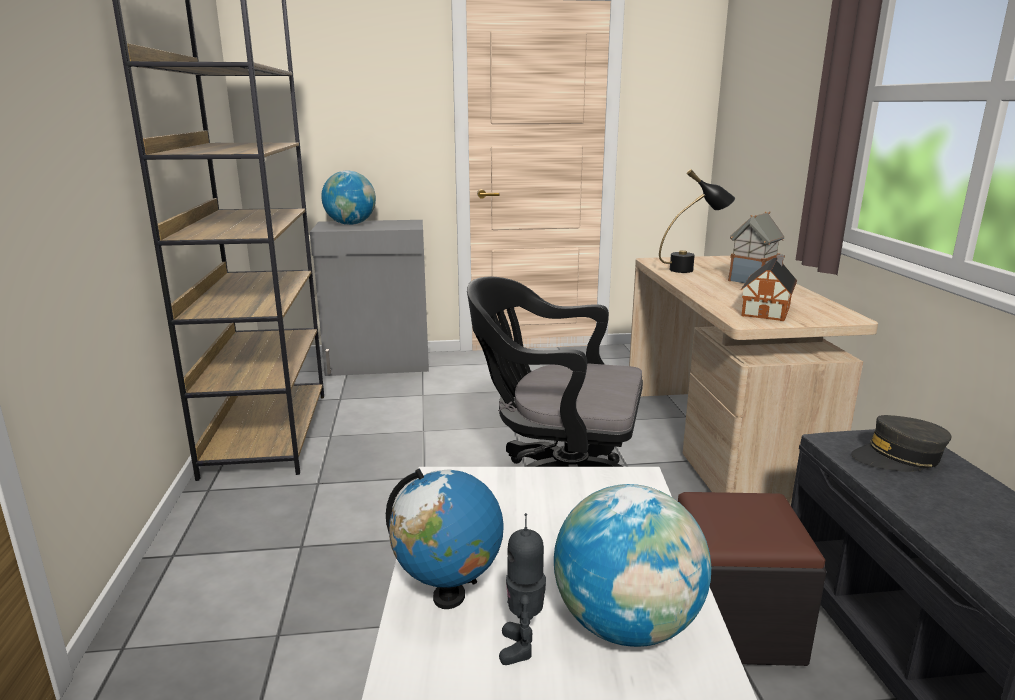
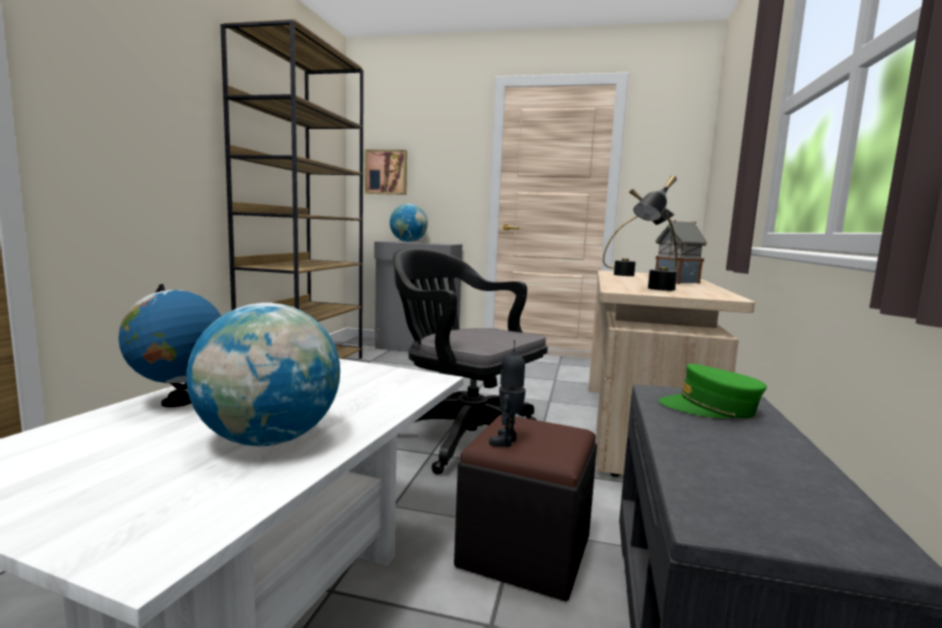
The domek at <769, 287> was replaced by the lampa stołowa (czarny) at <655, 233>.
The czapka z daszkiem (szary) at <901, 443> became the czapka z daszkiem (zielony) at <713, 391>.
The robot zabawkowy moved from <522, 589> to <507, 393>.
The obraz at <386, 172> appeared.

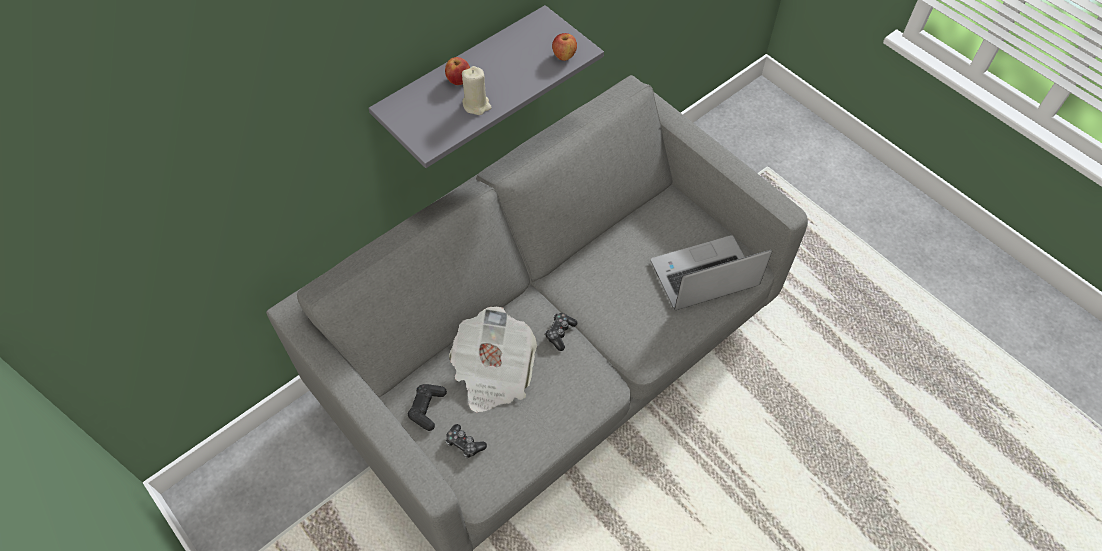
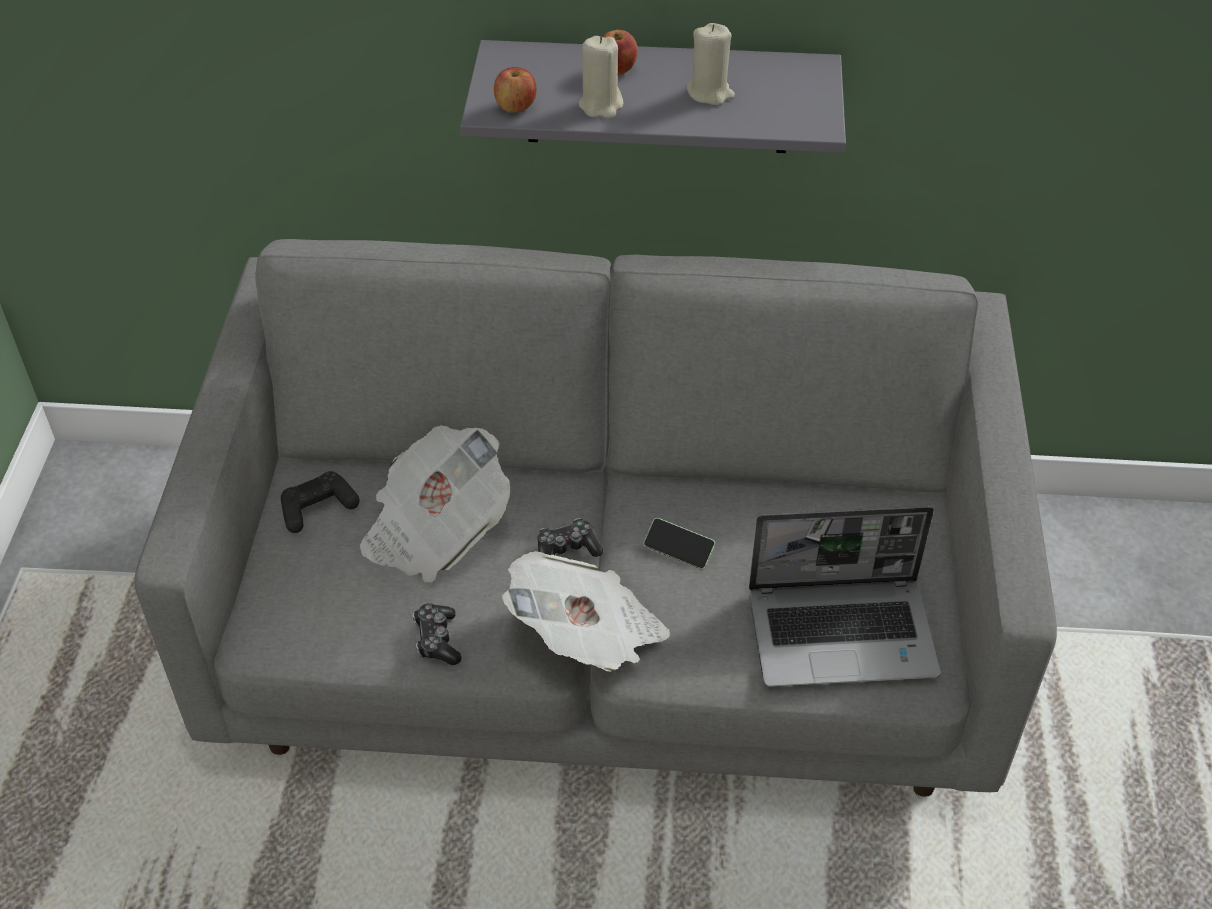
The jabłko moved from <564, 47> to <515, 90>.
The laptop at <711, 272> turned 150 degrees clockwise.
The pad do gier moved from <466, 441> to <436, 634>.
The świeca (beżowy) at <710, 64> appeared.
The telefon at <679, 544> appeared.
The gazeta at <585, 611> appeared.

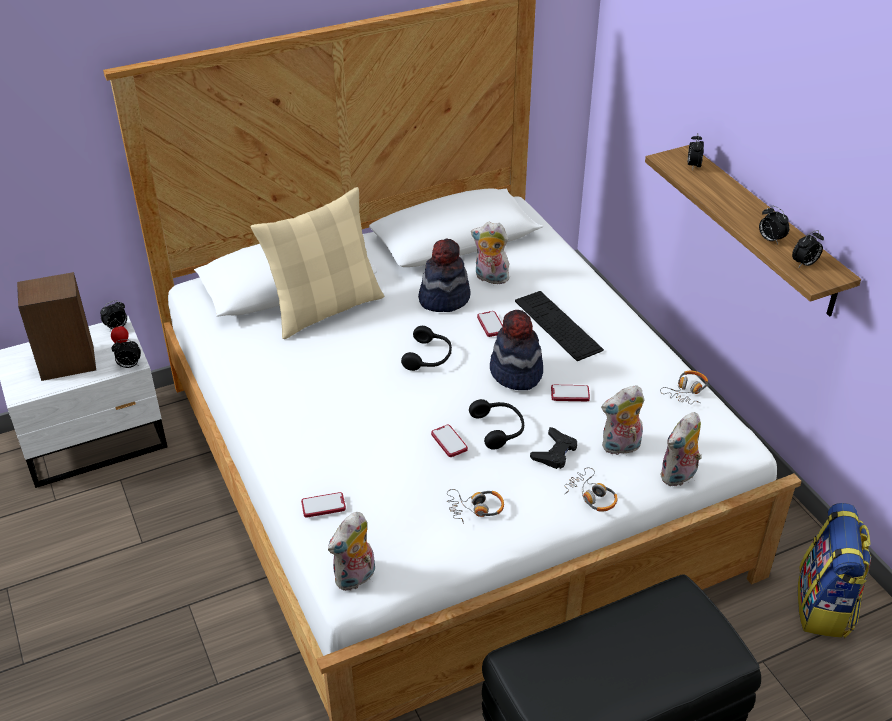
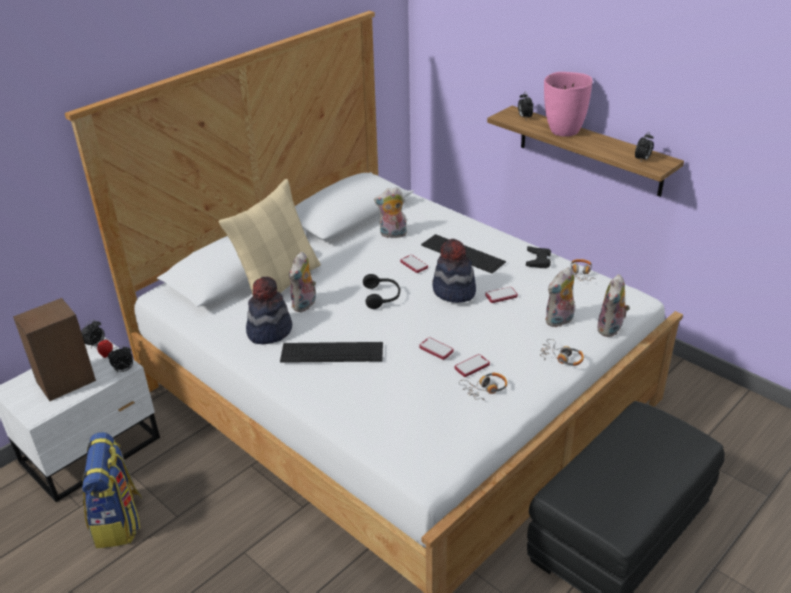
The budzik at <774, 225> disappeared.
The kapelusz moved from <444, 275> to <269, 310>.
The słuchawki (czarny) at <496, 424> disappeared.
The pad do gier (czarny) moved from <553, 448> to <538, 257>.
The telefon moved from <323, 505> to <472, 365>.
The plecak moved from <835, 570> to <112, 490>.
The pluszak moved from <351, 551> to <302, 282>.
The wazon (różowy) at <568, 104> appeared.
The klawiatura at <331, 352> appeared.

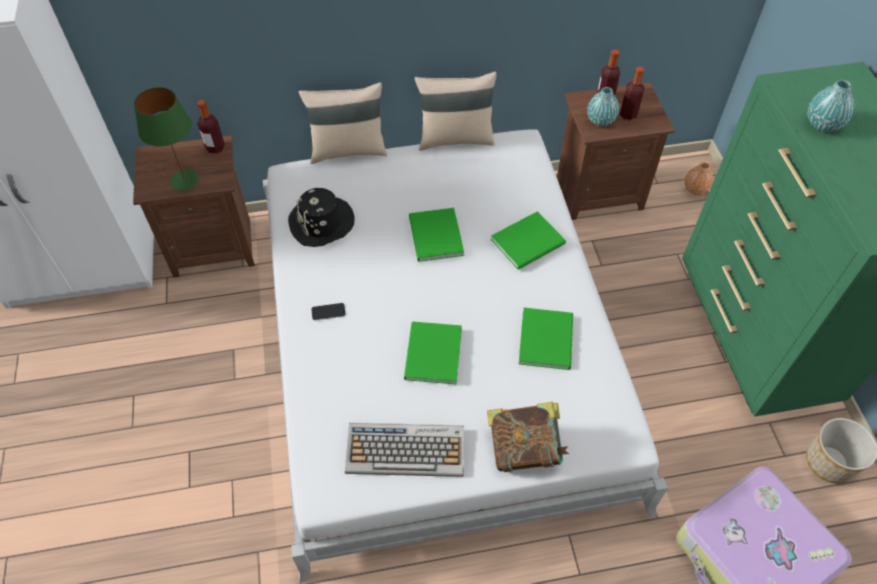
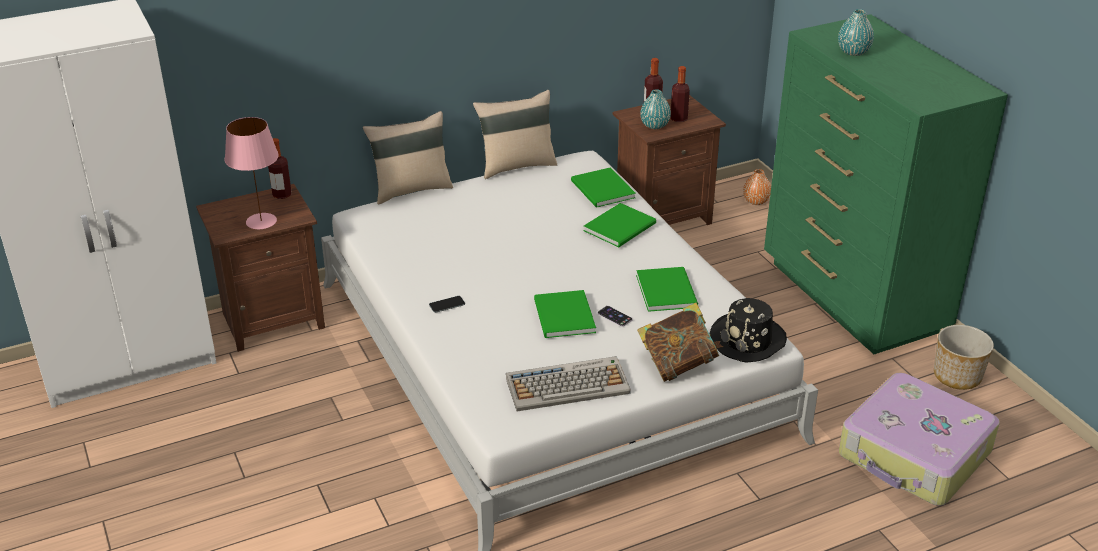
The lampa stołowa (zielony) at <167, 139> became the lampa stołowa (różowy) at <251, 173>.
The kapelusz (czarny) moved from <321, 217> to <748, 330>.
The książka (zielony) moved from <436, 235> to <603, 188>.
The telefon at <615, 316> appeared.

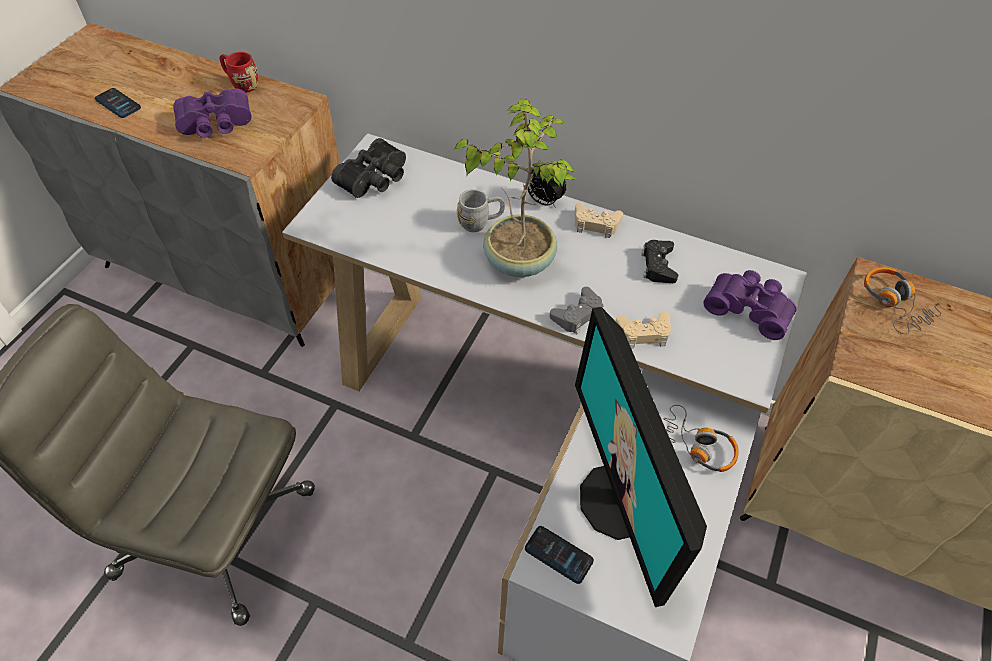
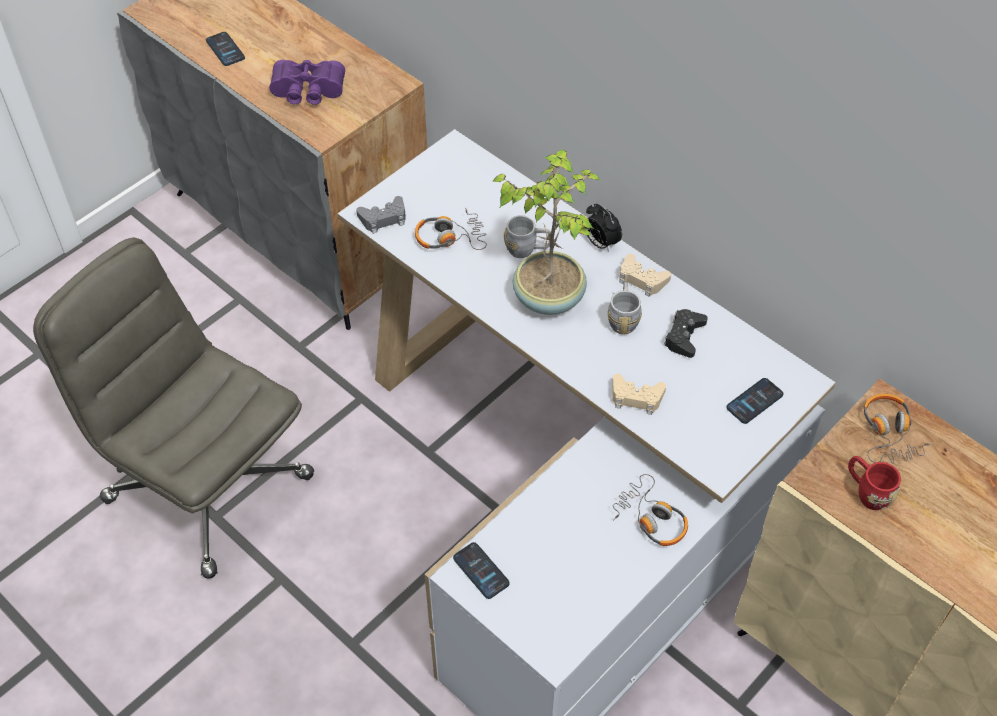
The kubek (czerwony) moved from <239, 72> to <874, 483>.
The lornetka (czarny) at <368, 168> disappeared.
The lornetka (fioletowy) at <750, 305> was replaced by the telefon at <755, 401>.
The pad do gier (szary) moved from <577, 311> to <381, 215>.
The monitor at <641, 457> disappeared.
The słuchawki at <451, 229> appeared.
The kubek (szary) at <625, 308> appeared.

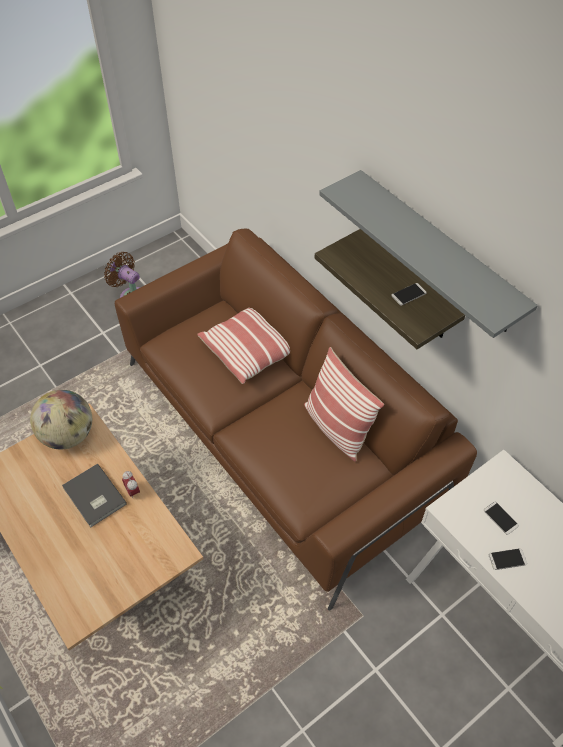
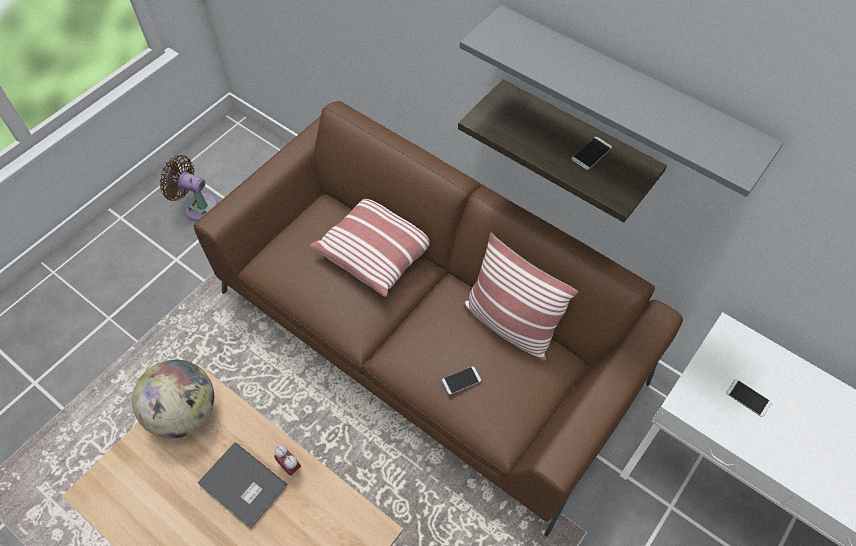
The telefon moved from <508, 559> to <461, 380>.

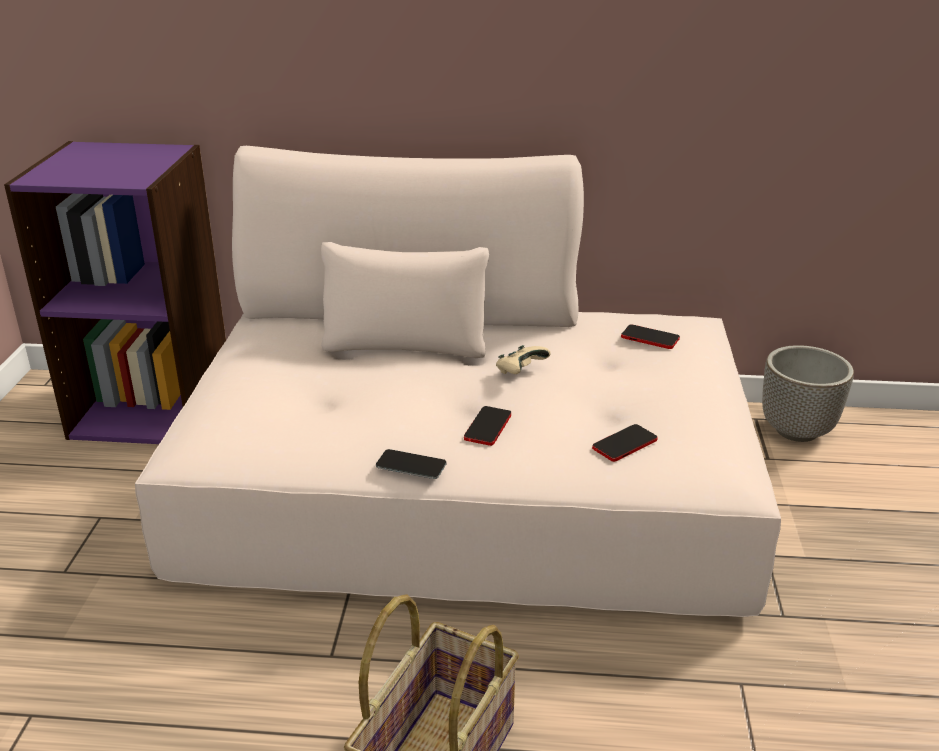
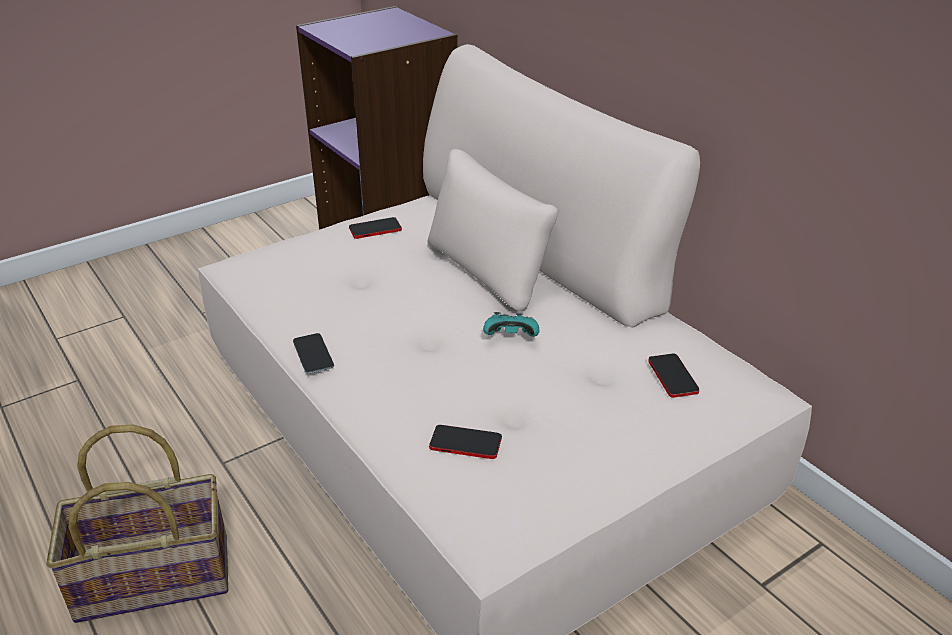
The pad do gier (beżowy) at <523, 359> became the pad do gier (turkusowy) at <511, 324>.
The donica at <808, 393> disappeared.
The telefon moved from <487, 426> to <375, 228>.

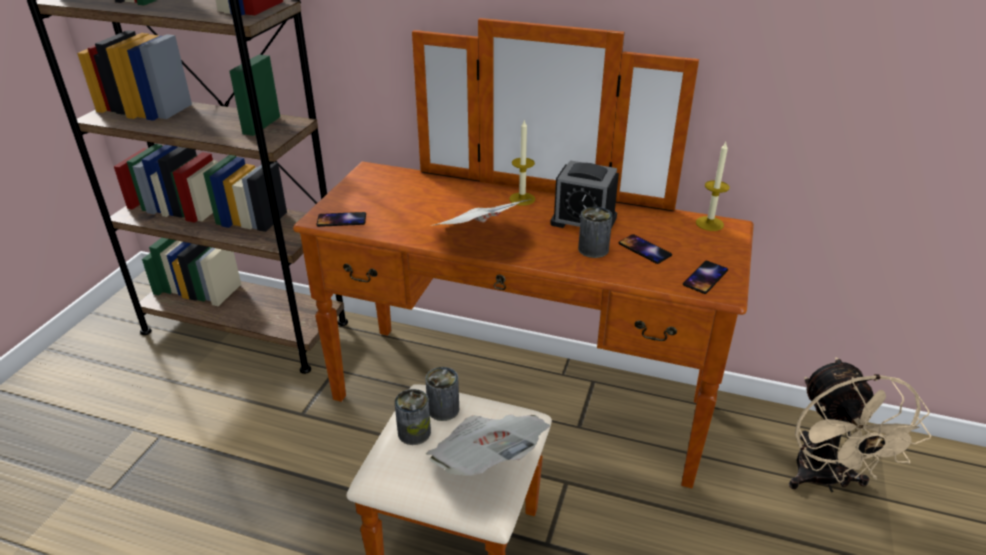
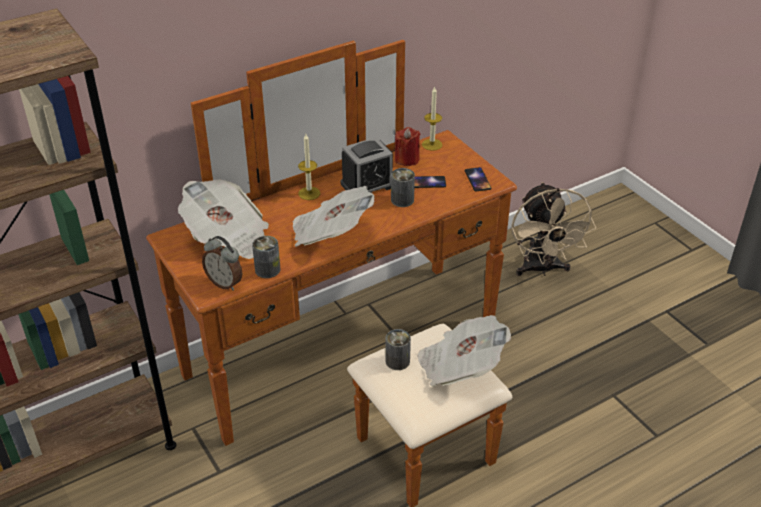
The telefon at <341, 219> was replaced by the budzik at <222, 263>.
The wentylator (beżowy) at <860, 424> turned 45 degrees clockwise.
The puszka moved from <413, 417> to <266, 257>.
The świeca (czerwony) at <407, 146> appeared.
The gazeta at <223, 219> appeared.

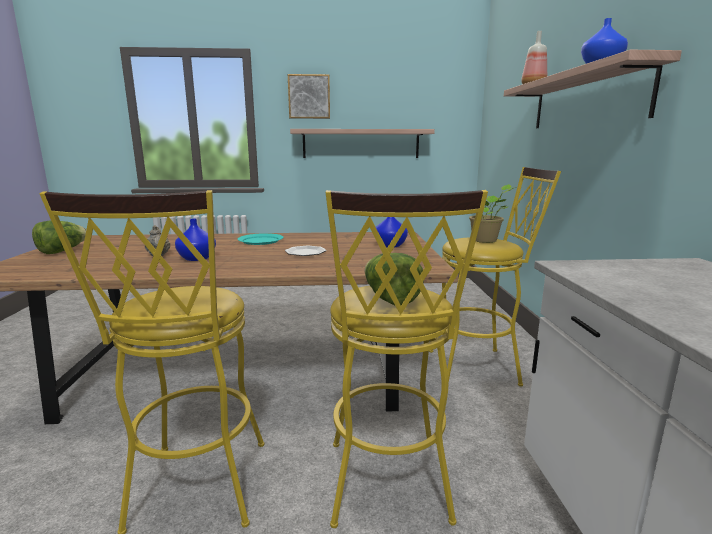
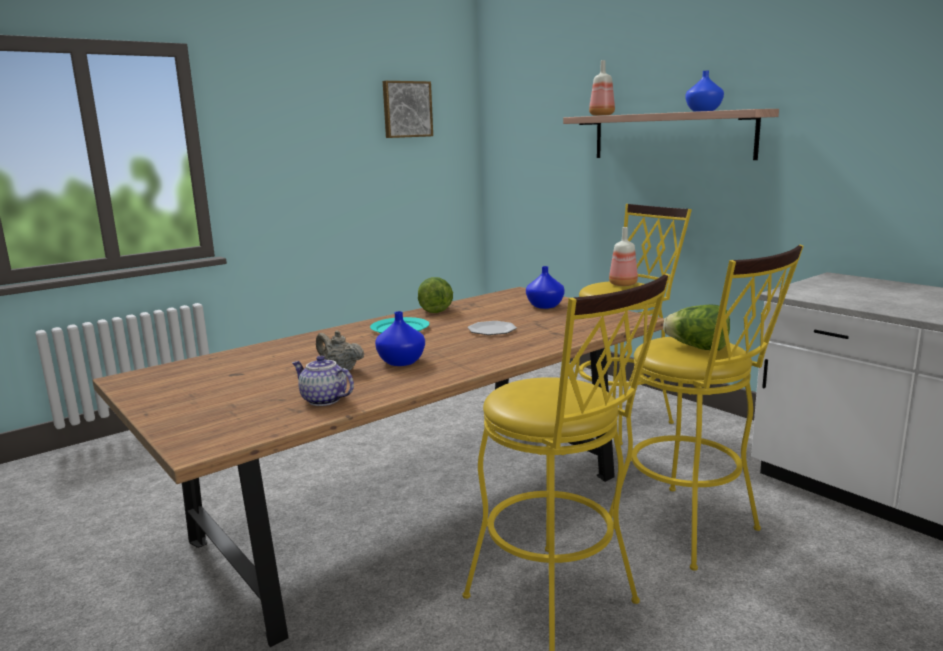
The obraz moved from <309, 96> to <408, 109>.
The półka at <362, 143> disappeared.
The roślina doniczkowa at <492, 213> was replaced by the butelka at <623, 256>.
The sałata moved from <59, 237> to <435, 295>.
The imbryk at <323, 380> appeared.

